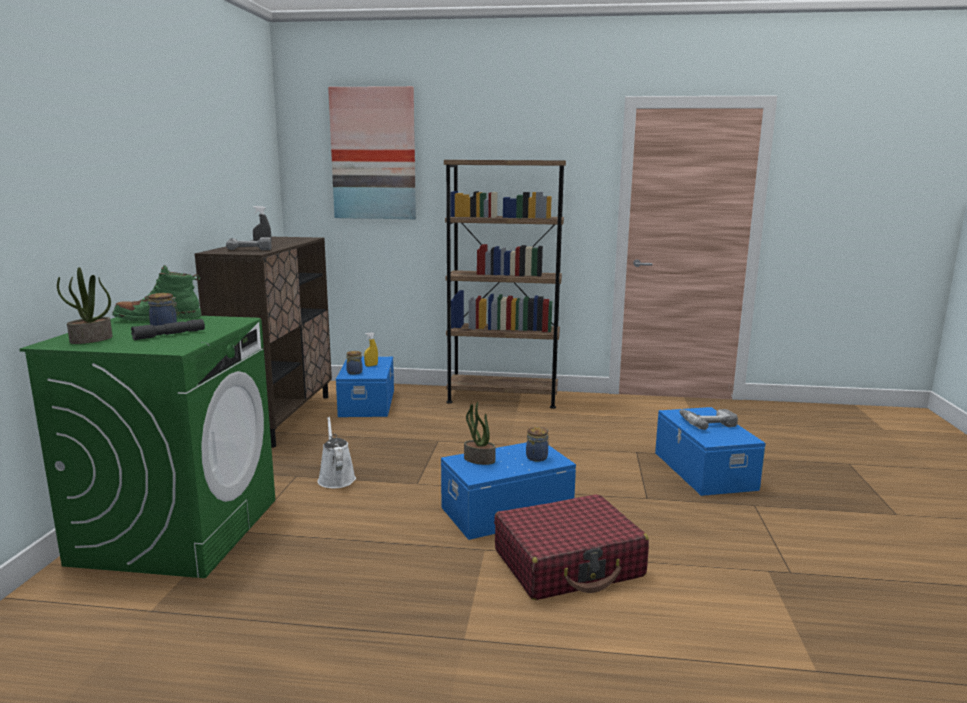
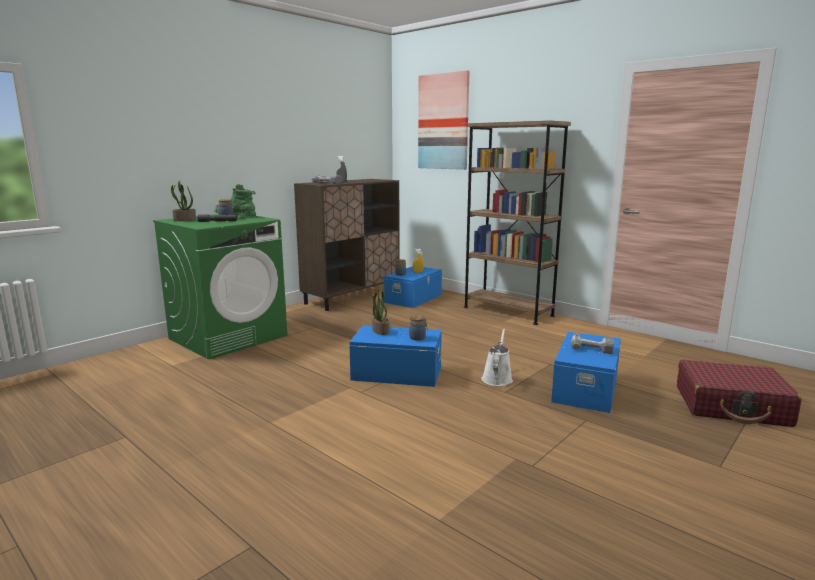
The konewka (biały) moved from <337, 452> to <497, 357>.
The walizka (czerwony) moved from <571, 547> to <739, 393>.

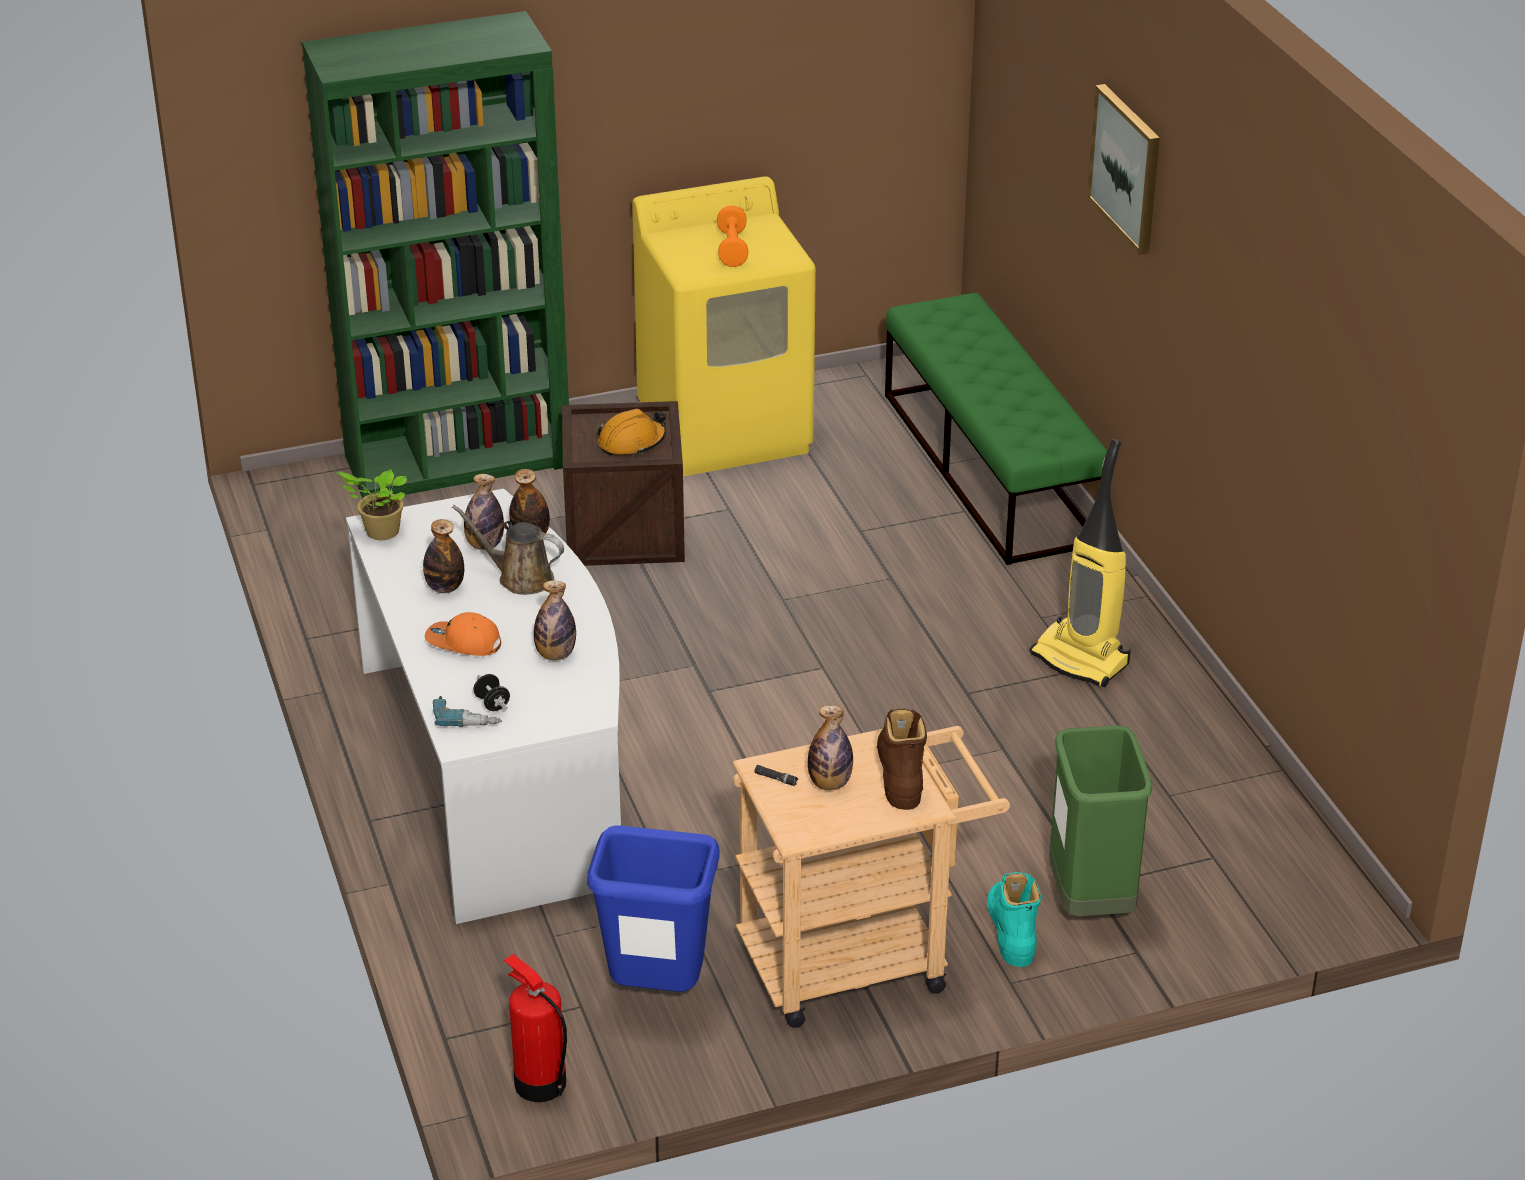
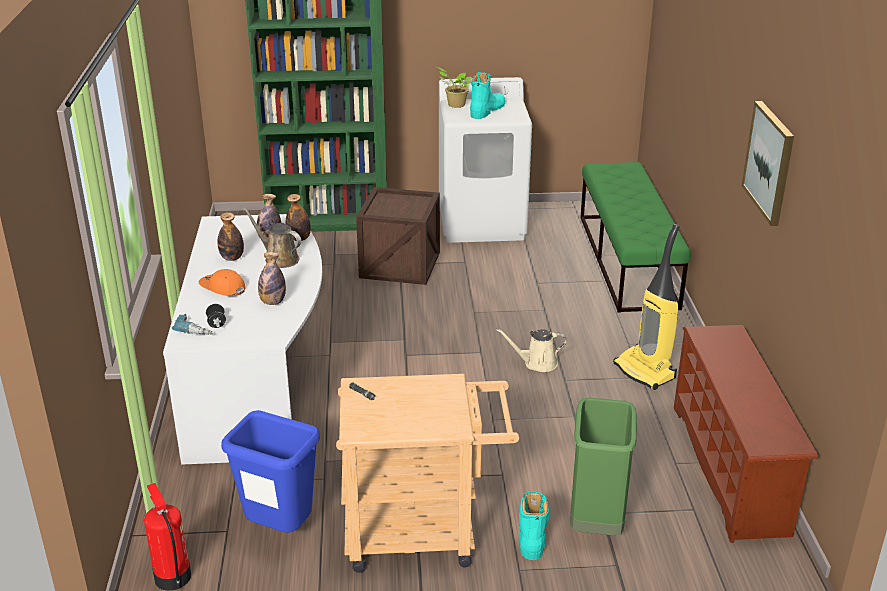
The obraz moved from <1123, 169> to <768, 163>.
The pralka (żółty) at <724, 326> became the pralka (biały) at <485, 160>.
The hantel (pomarańczowy) at <732, 236> was replaced by the but z cholewką (turkusowy) at <487, 95>.
The kask (pomarańczowy) at <631, 432> disappeared.
The roślina doniczkowa moved from <372, 504> to <454, 87>.
The butelka at <830, 747> disappeared.
The but z cholewką (brązowy) at <902, 759> disappeared.
The regał na buty (brązowy) at <746, 434> appeared.
The konewka (beżowy) at <531, 350> appeared.

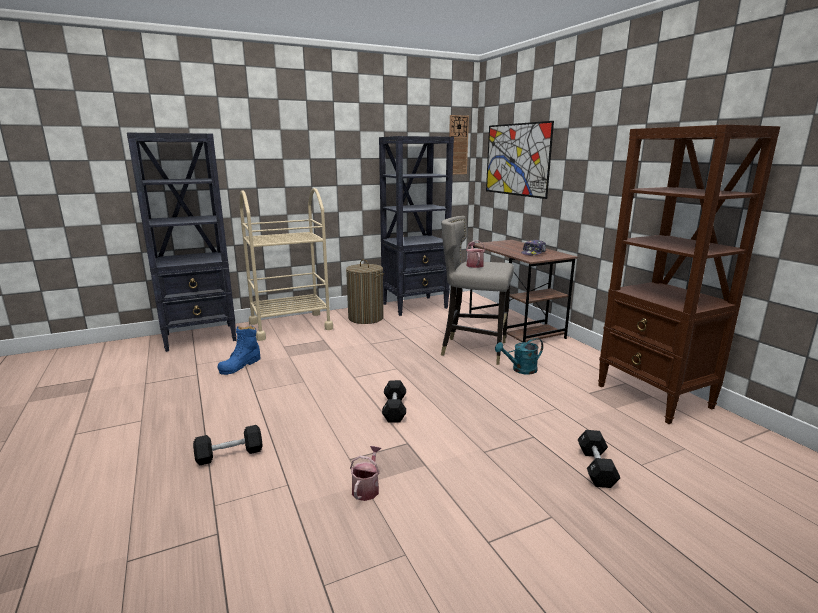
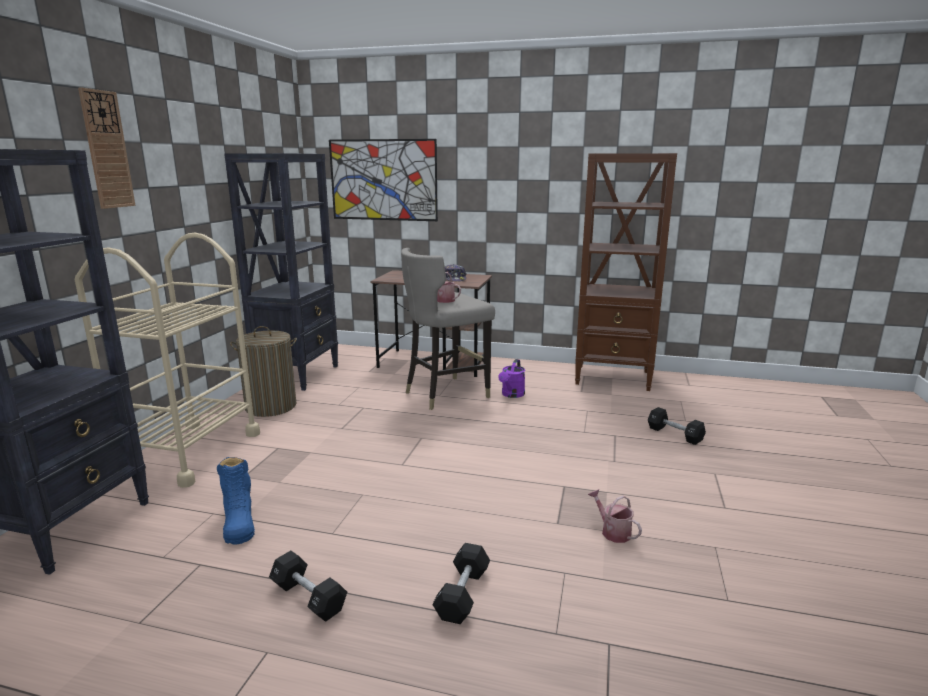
The zegar ścienny moved from <459, 144> to <107, 148>.
The konewka (turkusowy) at <519, 356> became the konewka (fioletowy) at <511, 378>.
The hantel (czarny) moved from <394, 401> to <308, 586>.

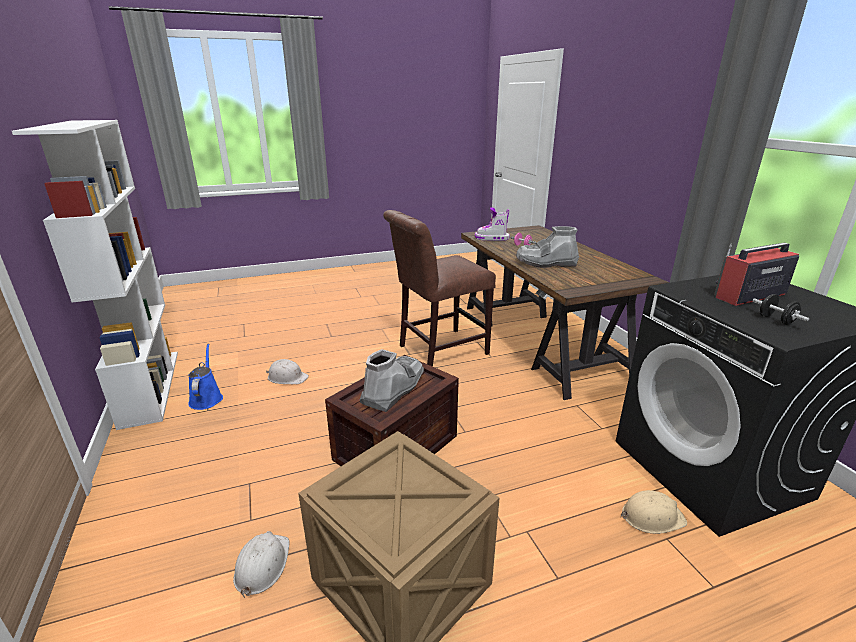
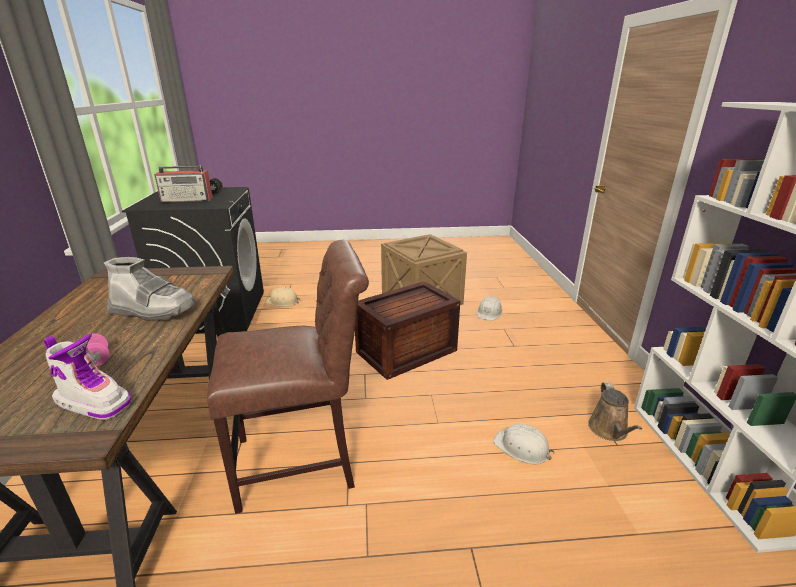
The konewka (niebieski) at <205, 377> became the konewka (brązowy) at <615, 411>.
The but z cholewką (szary) at <392, 380> disappeared.

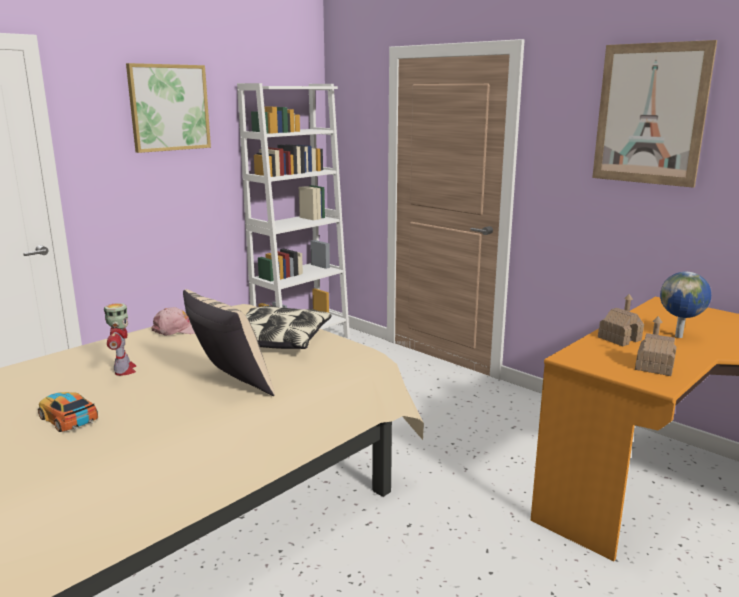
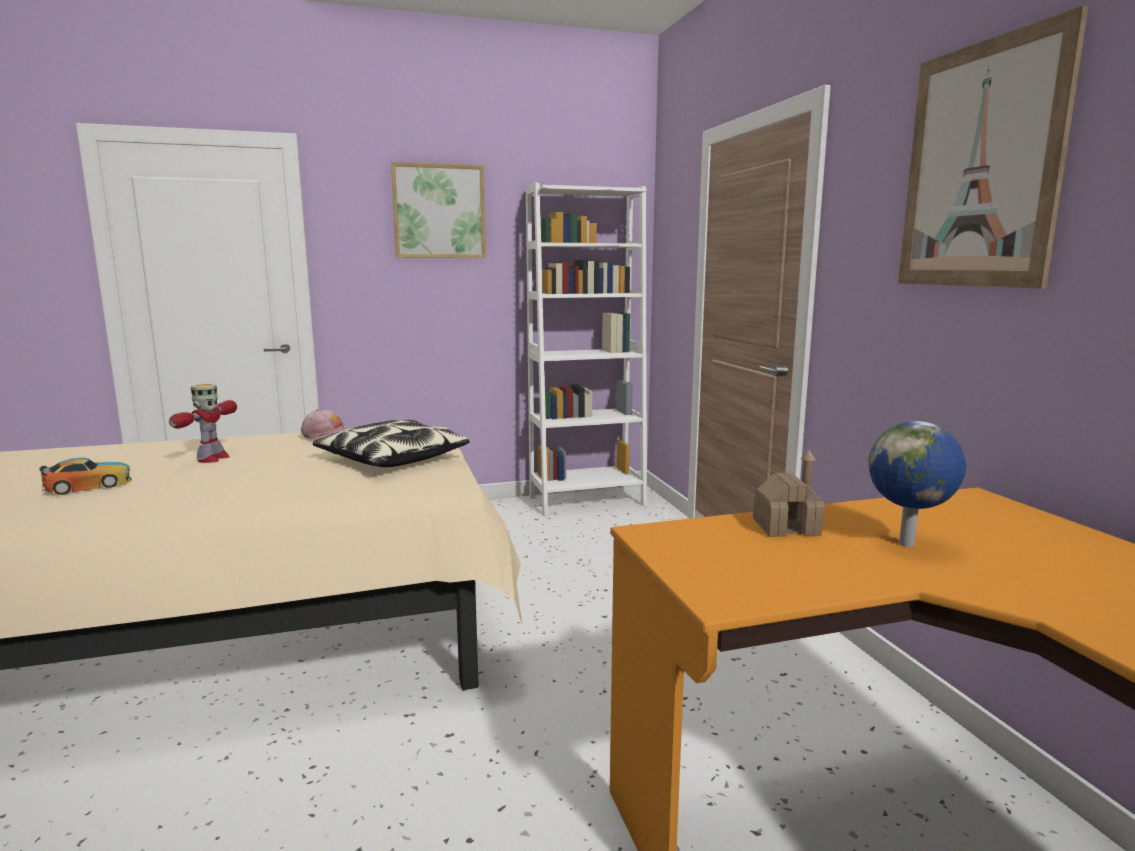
The poduszka (beżowy) at <229, 342> disappeared.
The domek at <656, 346> disappeared.
The samochodzik at <68, 412> turned 75 degrees clockwise.

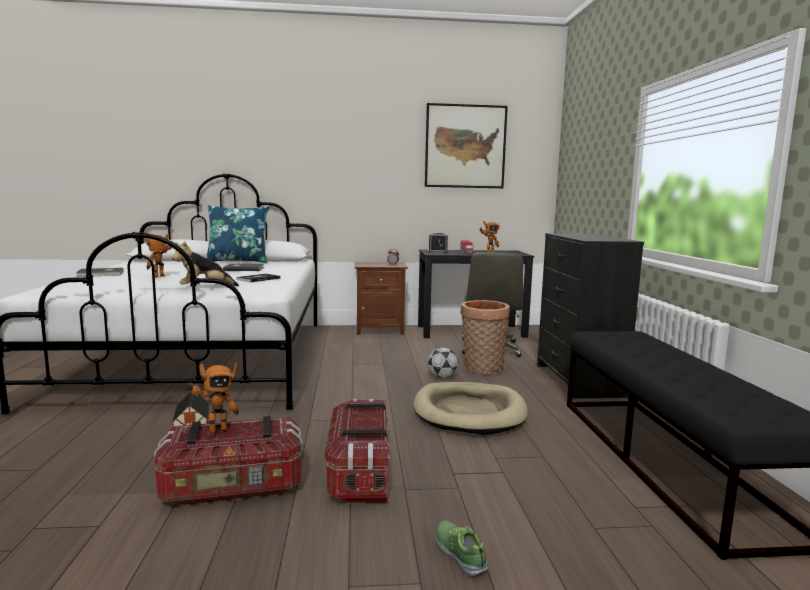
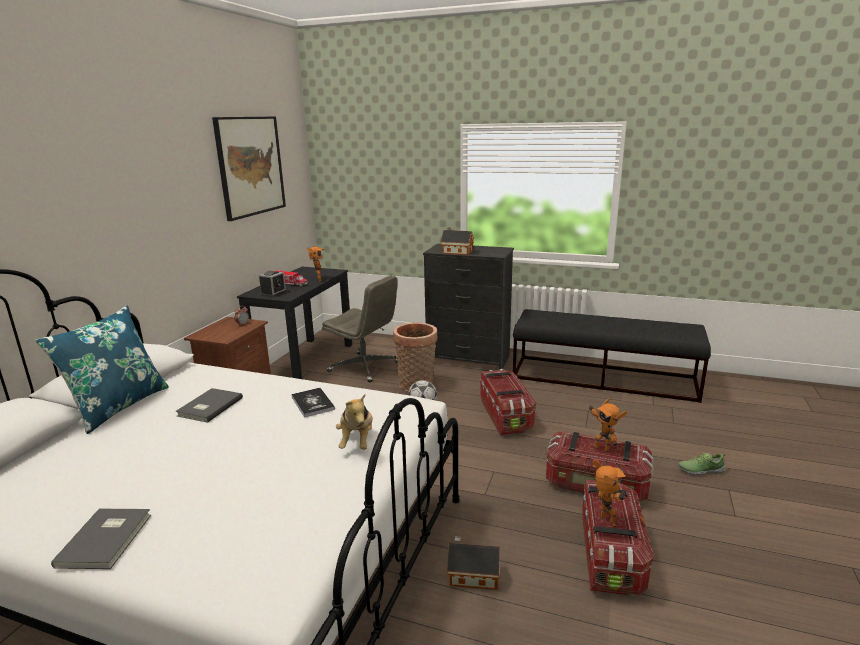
The robot zabawkowy moved from <158, 256> to <607, 425>.
The legowisko (beżowy) at <471, 408> was replaced by the pojemnik do przechowywania at <508, 402>.
The domek at <457, 241> appeared.

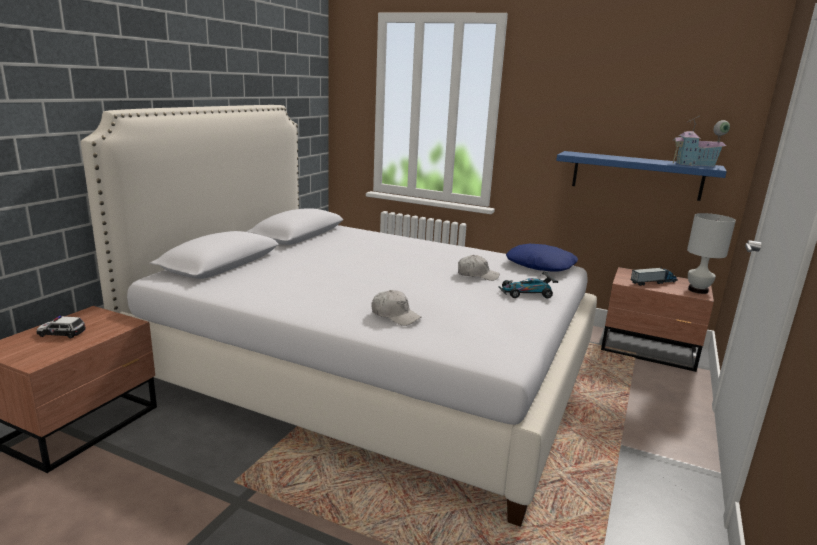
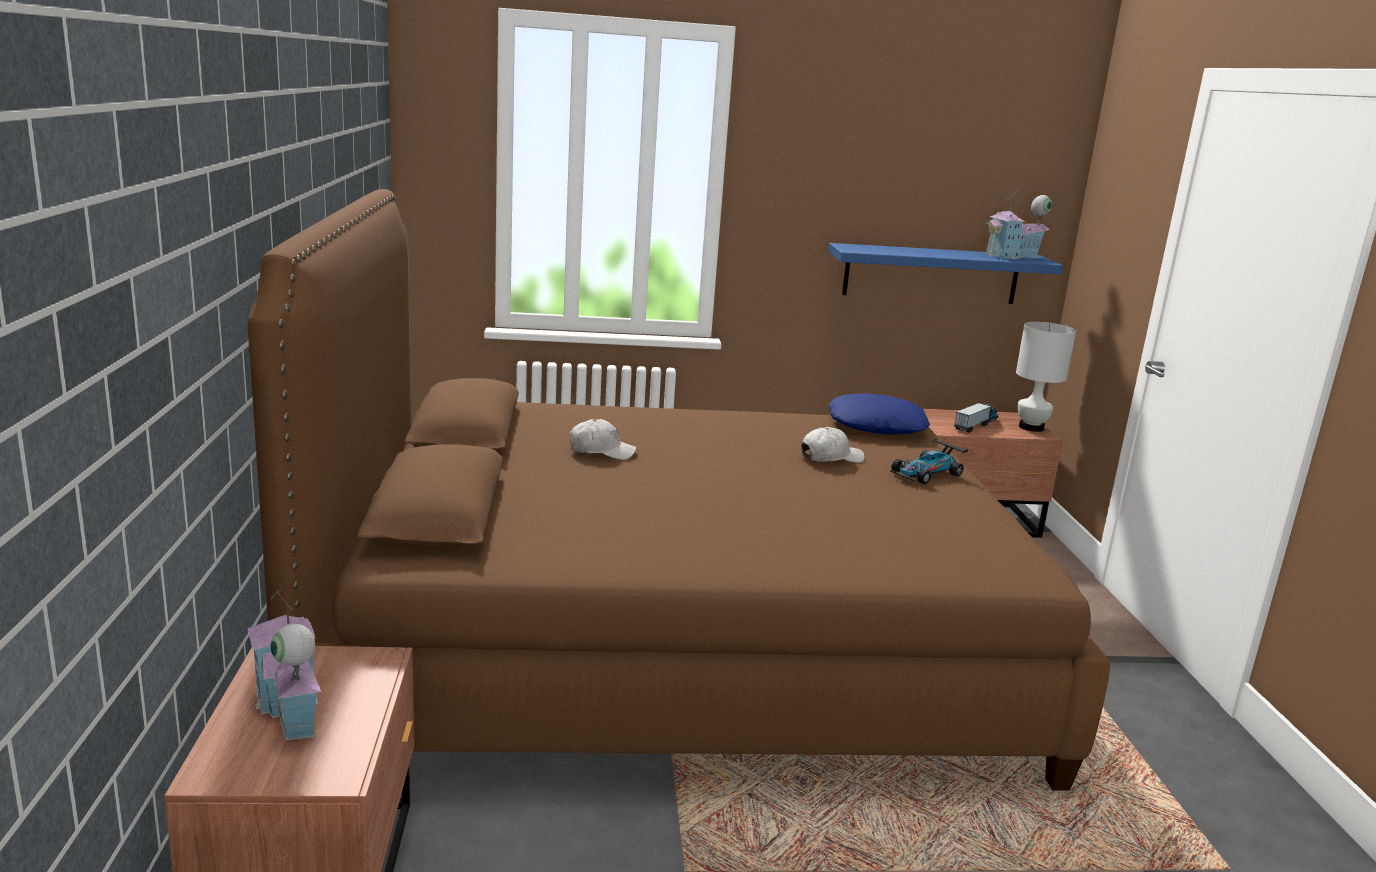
The łóżko (biały) at <339, 316> became the łóżko (brązowy) at <679, 490>.
The czapka z daszkiem (biały) moved from <396, 308> to <603, 439>.
The samochodzik at <61, 327> was replaced by the domek at <284, 663>.

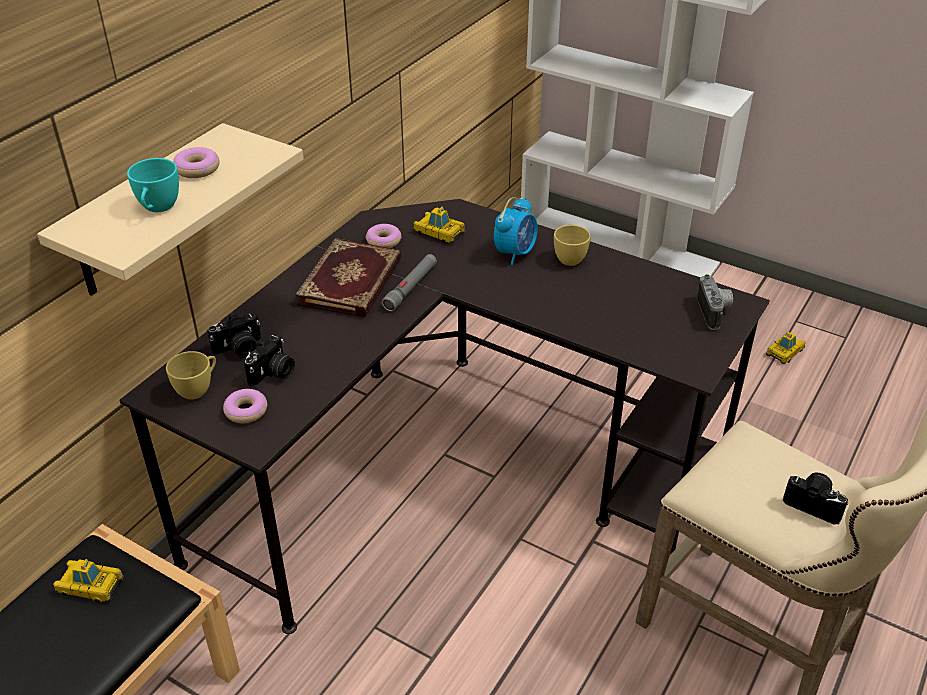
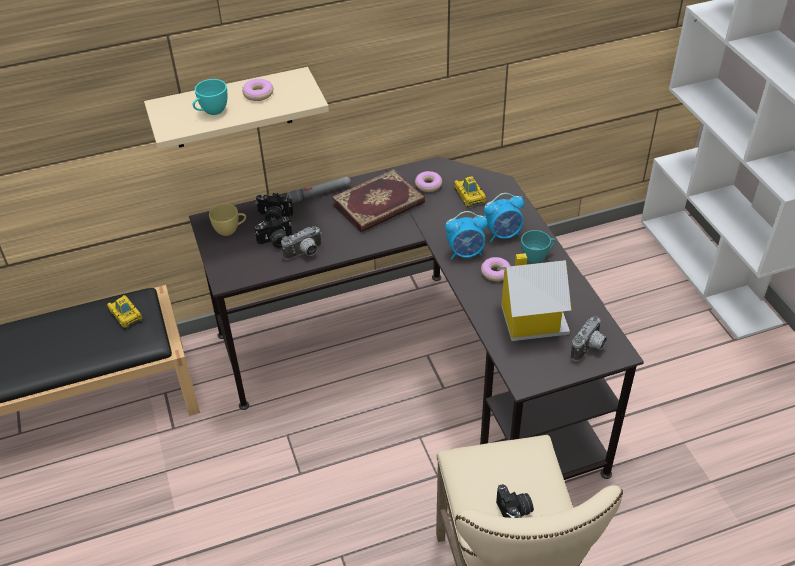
The filiżanka (żółty) at <572, 245> became the filiżanka (turkusowy) at <538, 247>.
The latarka (szary) moved from <409, 282> to <319, 190>.
The samochodzik at <786, 348> disappeared.
The donut moved from <245, 406> to <495, 269>.
The budzik at <466, 235> appeared.
The aparat fotograficzny at <301, 243> appeared.
The domek at <534, 297> appeared.

